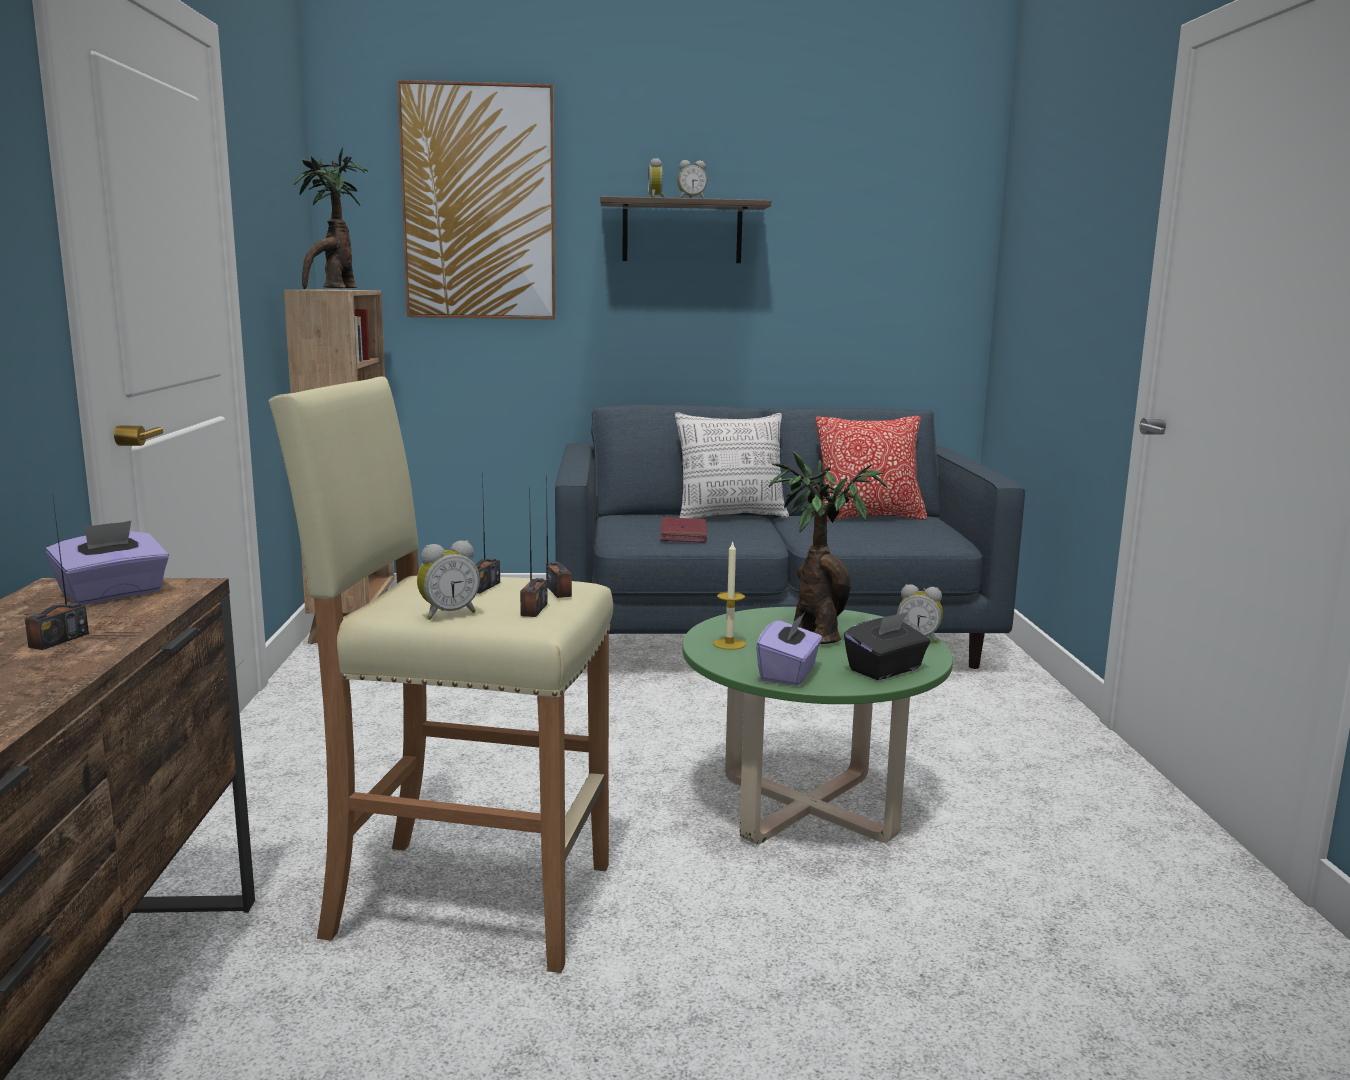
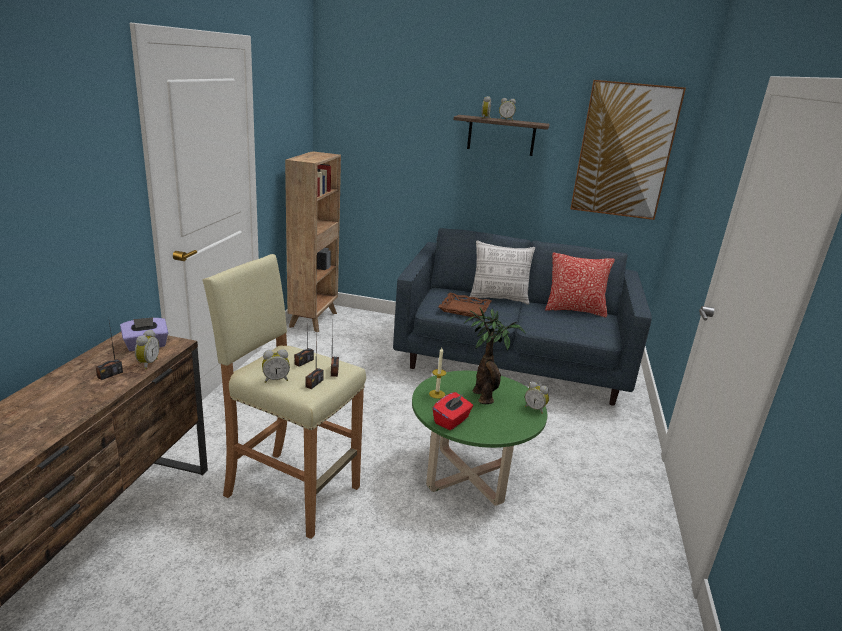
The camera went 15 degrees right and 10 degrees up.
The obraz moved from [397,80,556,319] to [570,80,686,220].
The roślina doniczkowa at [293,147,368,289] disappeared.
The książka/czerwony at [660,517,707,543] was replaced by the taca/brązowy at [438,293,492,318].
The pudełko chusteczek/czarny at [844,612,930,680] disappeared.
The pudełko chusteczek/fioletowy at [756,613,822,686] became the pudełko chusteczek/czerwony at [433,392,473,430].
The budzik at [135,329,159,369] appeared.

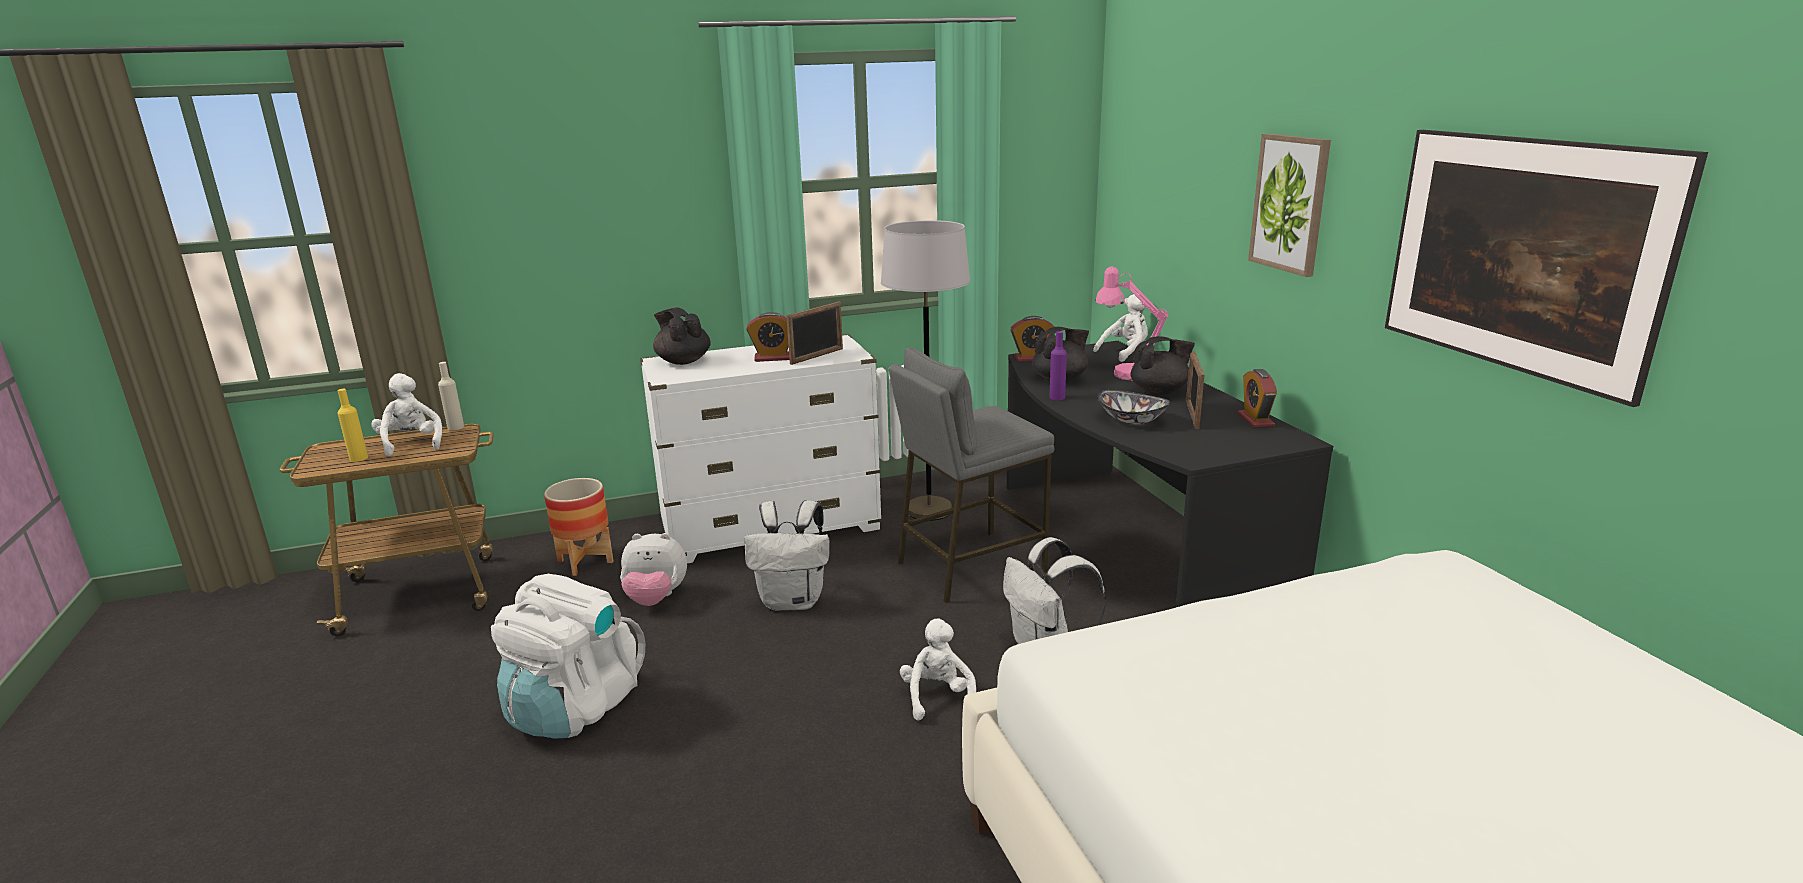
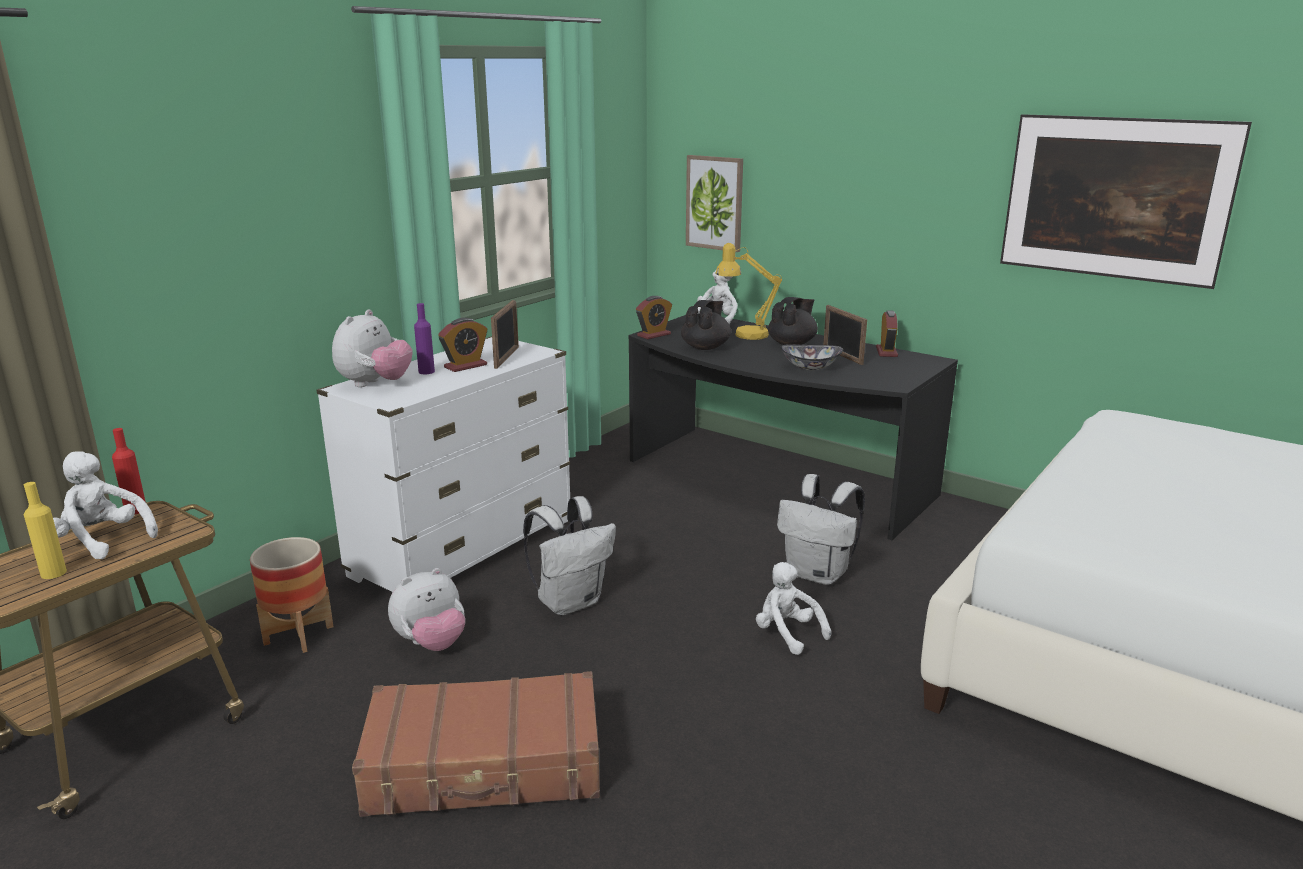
The camera went 35 degrees left and 0 degrees up.
The obraz moved from [1248,133,1331,277] to [686,155,743,252].
The lampa stojąca/szary at [881,220,970,521] disappeared.
The lampa stołowa/różowy at [1095,267,1168,381] became the lampa stołowa/żółty at [715,243,782,340].
The imbryk/czarny at [653,307,711,365] was replaced by the pluszak at [332,309,412,387].
The butelka/fioletowy moved from [1049,331,1067,400] to [414,303,435,374].
The stołek/szary at [889,347,1054,603] disappeared.
The butelka/beżowy at [438,362,464,430] became the butelka/czerwony at [112,428,146,514].
The budzik at [1237,369,1277,428] turned 135 degrees counterclockwise.
The plecak/biały at [491,574,646,739] was replaced by the walizka/brązowy at [352,671,600,817].

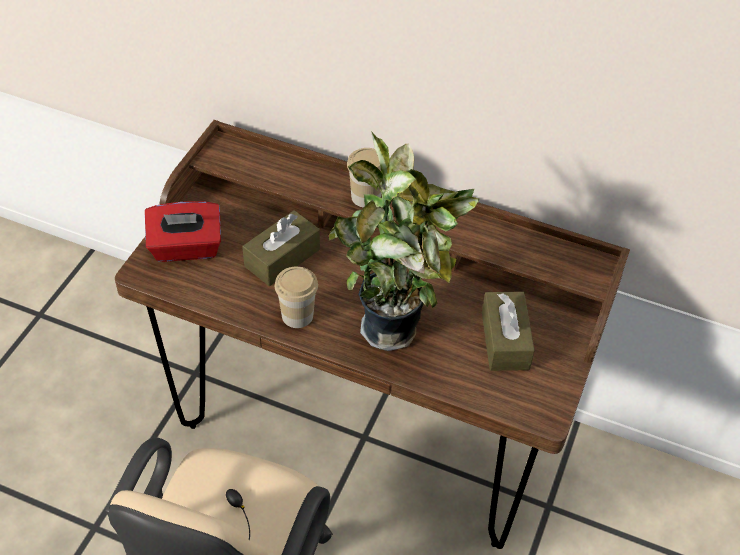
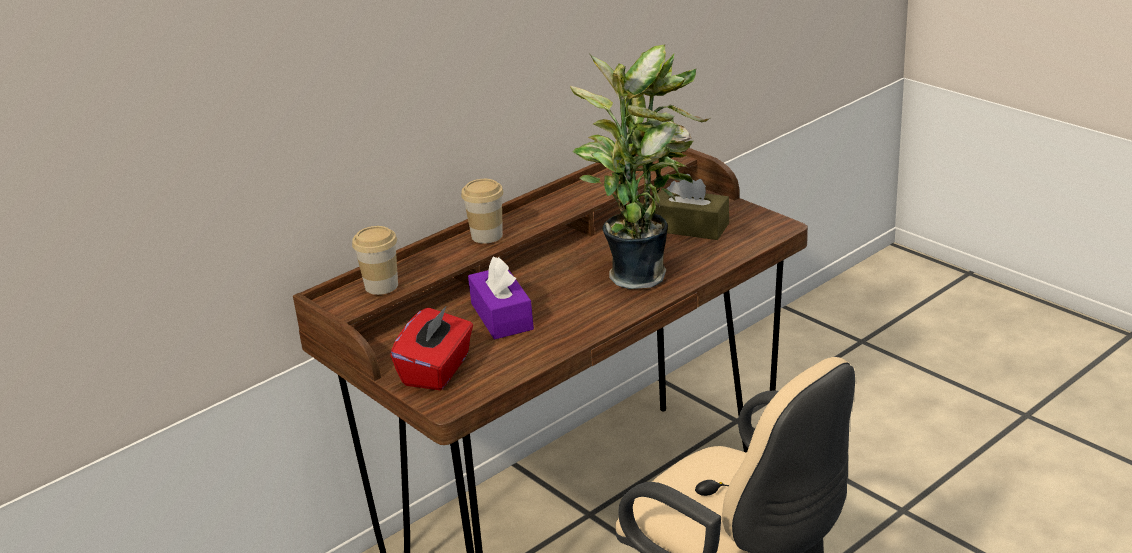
The camera went 60 degrees left and 20 degrees down.
The pudełko chusteczek/brązowy at [242,210,320,286] became the pudełko chusteczek/fioletowy at [468,257,534,339].
The filiżanka moved from [275,266,318,328] to [352,226,398,295].

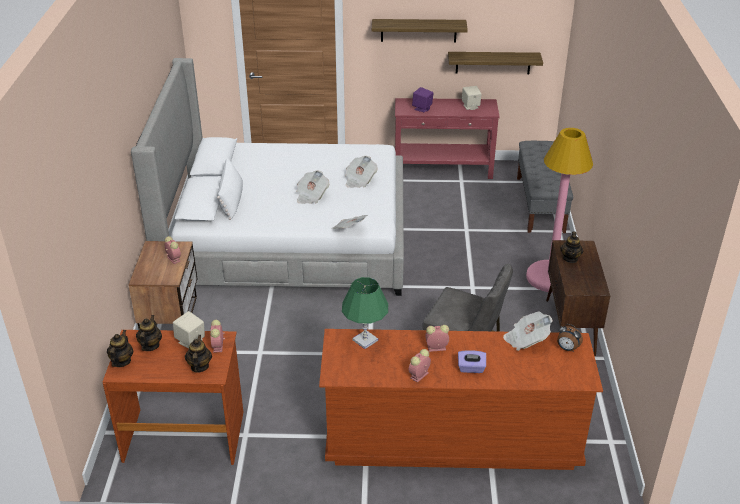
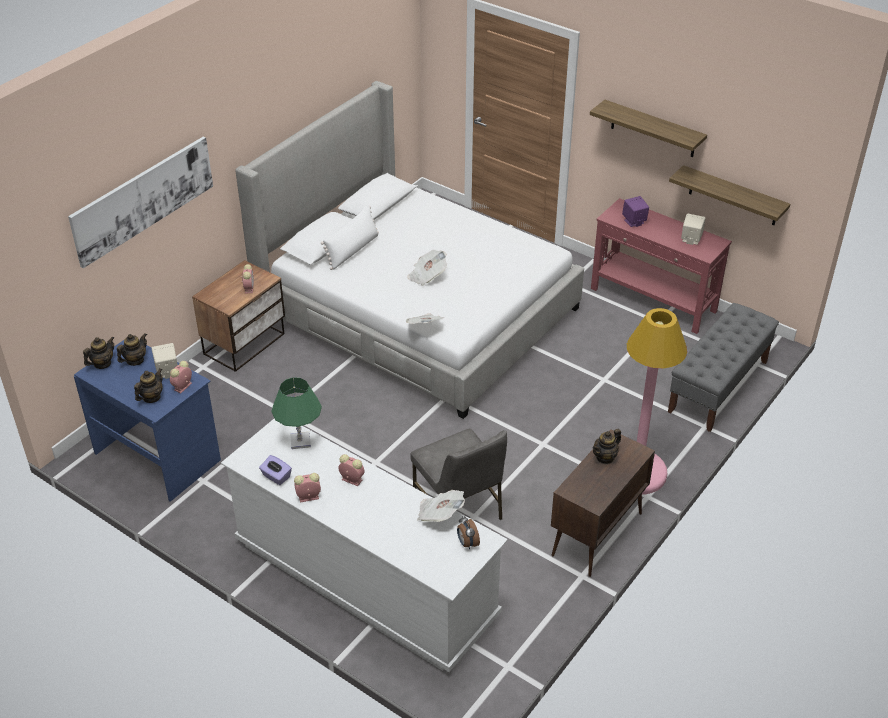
The camera went 35 degrees right and 5 degrees up.
The gazeta at [345,156,377,188] disappeared.
The komoda/brązowy at [319,329,603,470] became the komoda/biały at [221,419,508,672].
The biurko/brązowy at [103,330,243,465] became the biurko/niebieski at [74,339,221,502].
The pudełko chusteczek/fioletowy moved from [458,350,486,373] to [259,455,292,485].
The obraz at [68,136,213,268] appeared.

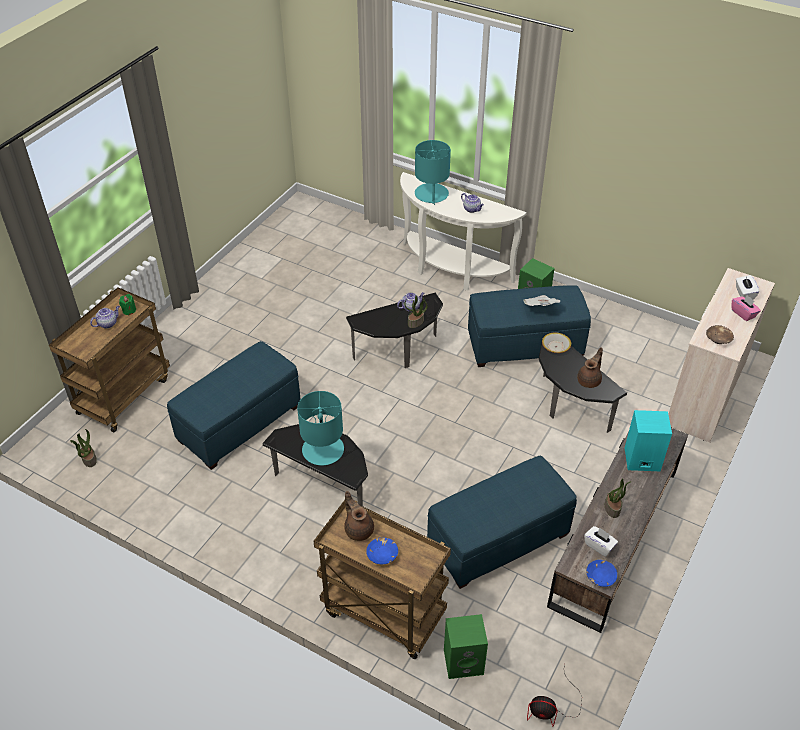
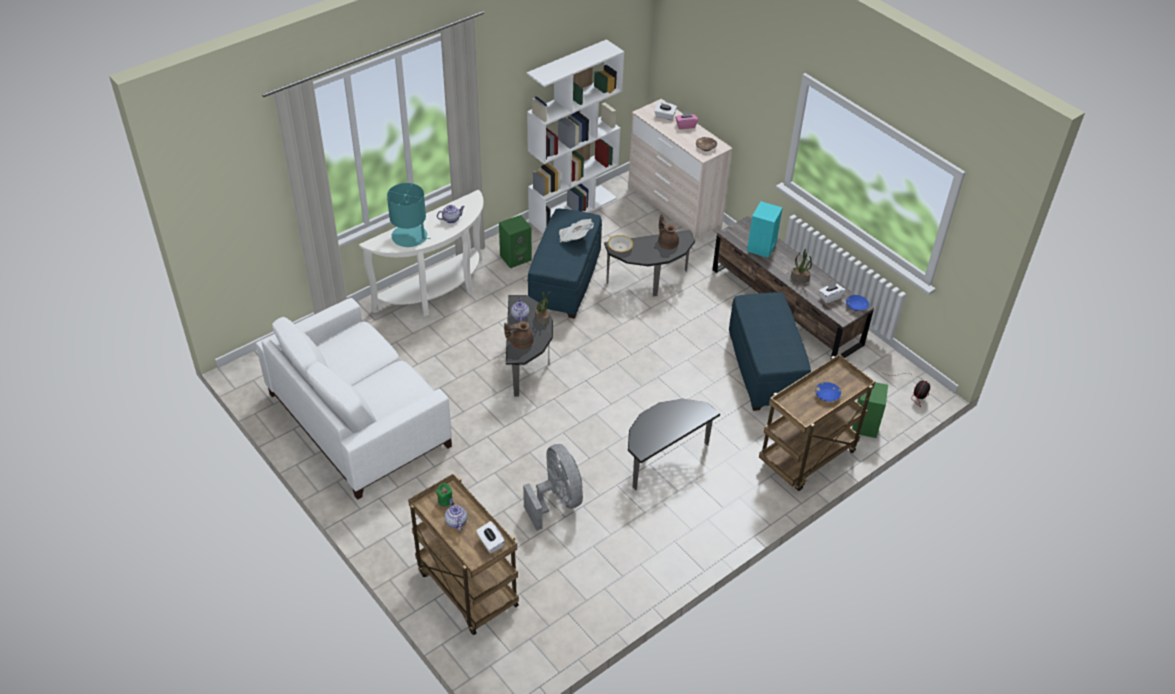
The camera went 70 degrees left and 0 degrees up.
The pufa/niebieski at [167,341,301,470] was replaced by the wentylator/szary at [523,444,583,531].
The lampa stołowa/turkusowy at [297,391,344,465] disappeared.
The roślina doniczkowa at [70,429,97,467] disappeared.
The imbryk/brązowy moved from [344,491,374,541] to [504,321,533,349].
The regał/biały at [527,39,624,234] appeared.
The kanapa/biały at [256,298,452,500] appeared.
The pudełko chusteczek/biały at [476,521,505,553] appeared.

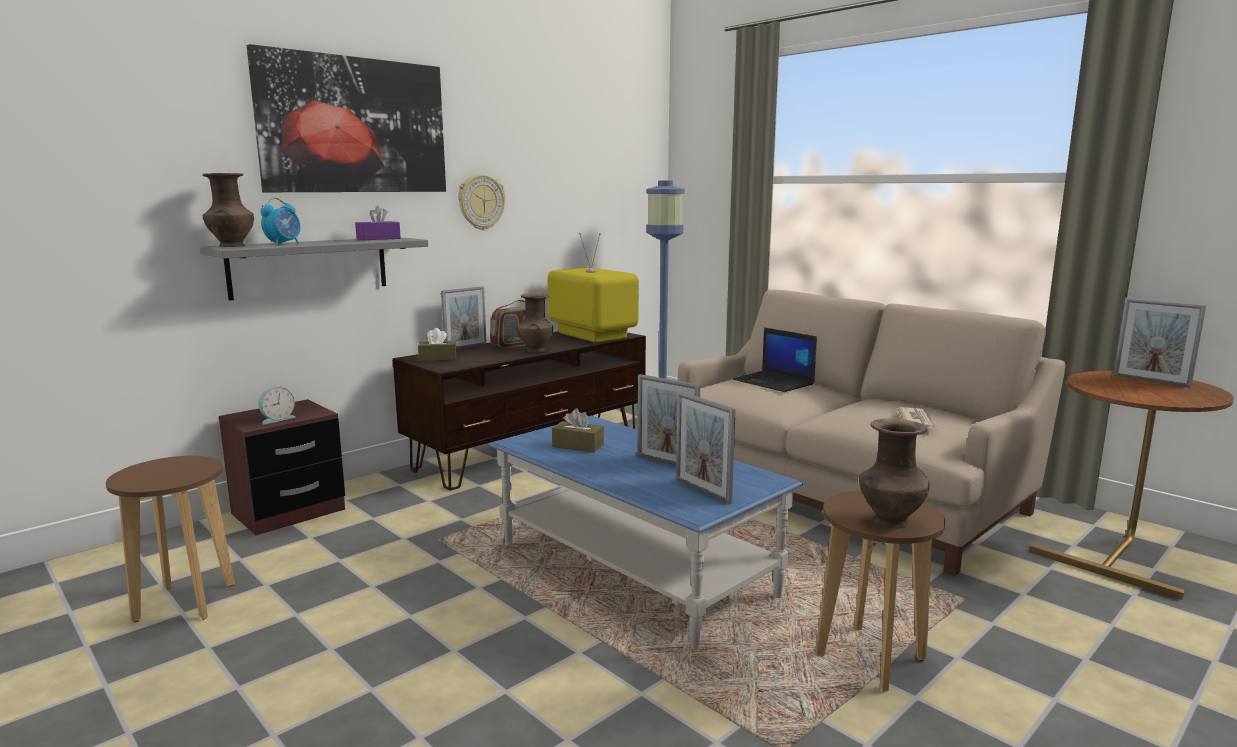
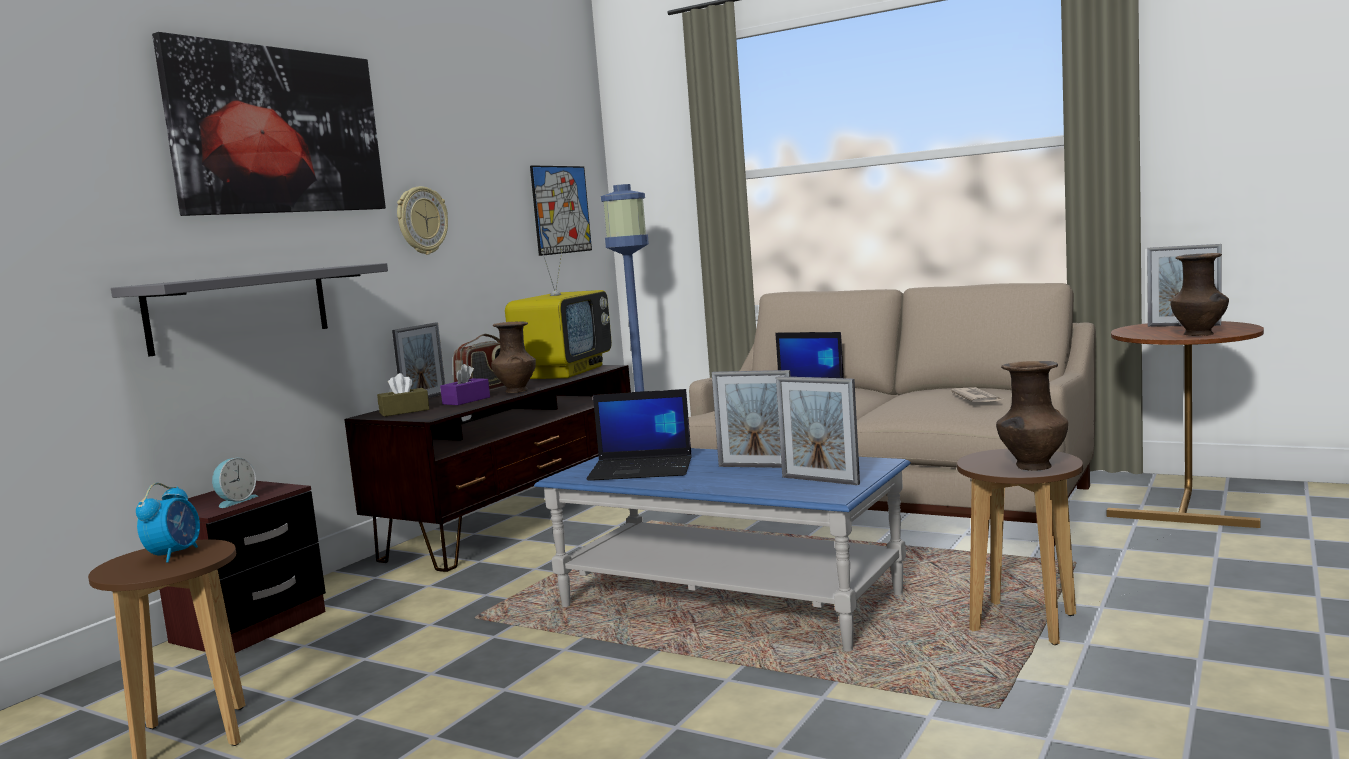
The camera went 15 degrees left and 5 degrees down.
The wazon/brązowy moved from [202,173,254,247] to [1170,253,1229,336].
The budzik moved from [260,198,301,245] to [136,483,200,563].
The pudełko chusteczek/fioletowy moved from [355,206,401,240] to [440,364,490,405].
The telewizor at [547,233,639,343] turned 75 degrees clockwise.
The pudełko chusteczek/brązowy at [552,408,604,452] was replaced by the laptop at [587,389,692,481].
The obraz at [530,165,592,256] appeared.

